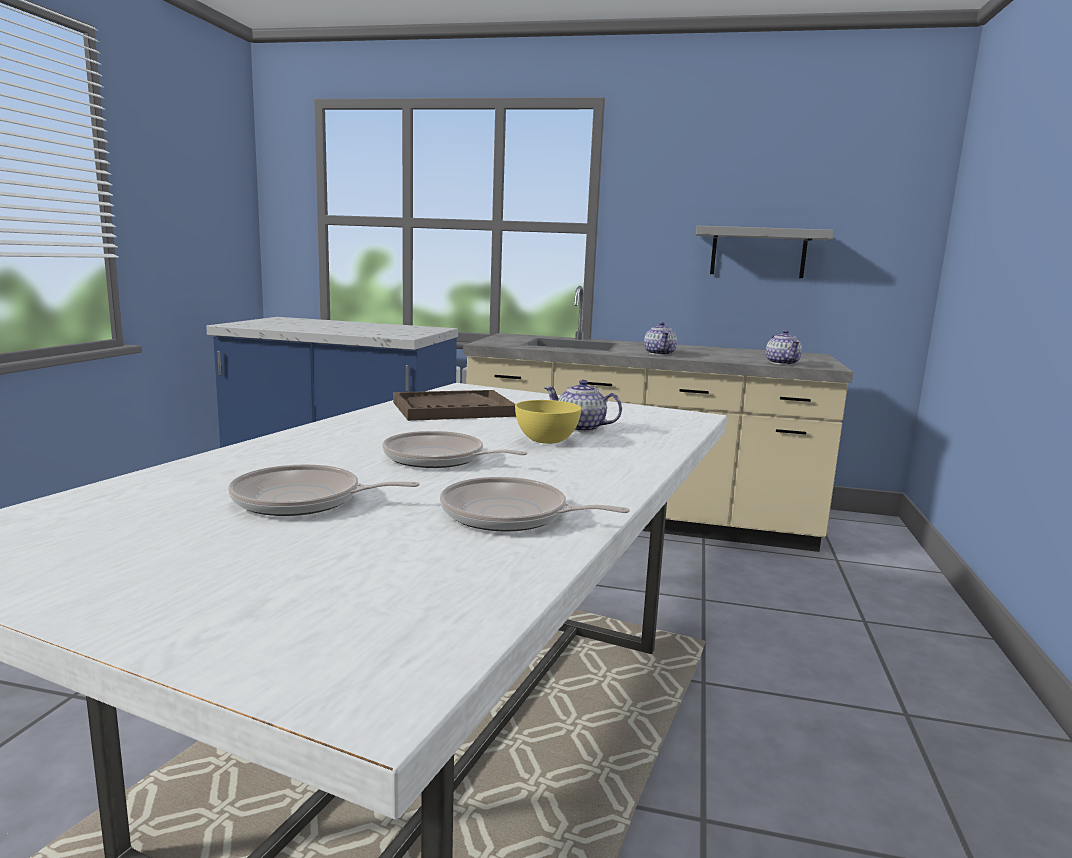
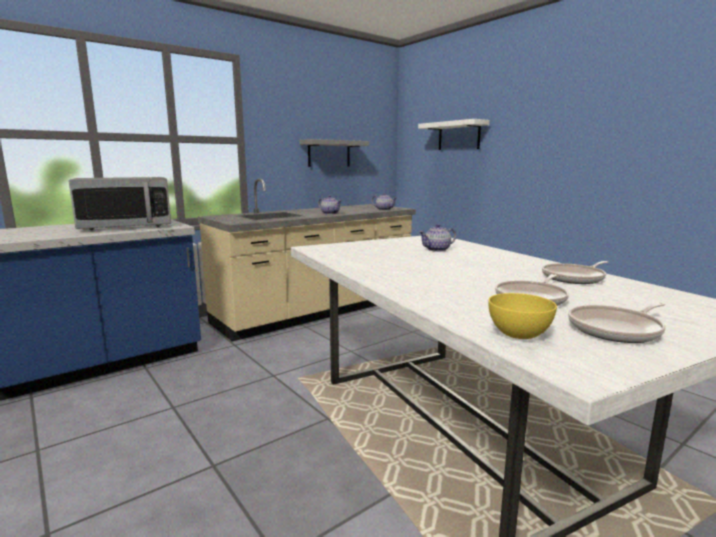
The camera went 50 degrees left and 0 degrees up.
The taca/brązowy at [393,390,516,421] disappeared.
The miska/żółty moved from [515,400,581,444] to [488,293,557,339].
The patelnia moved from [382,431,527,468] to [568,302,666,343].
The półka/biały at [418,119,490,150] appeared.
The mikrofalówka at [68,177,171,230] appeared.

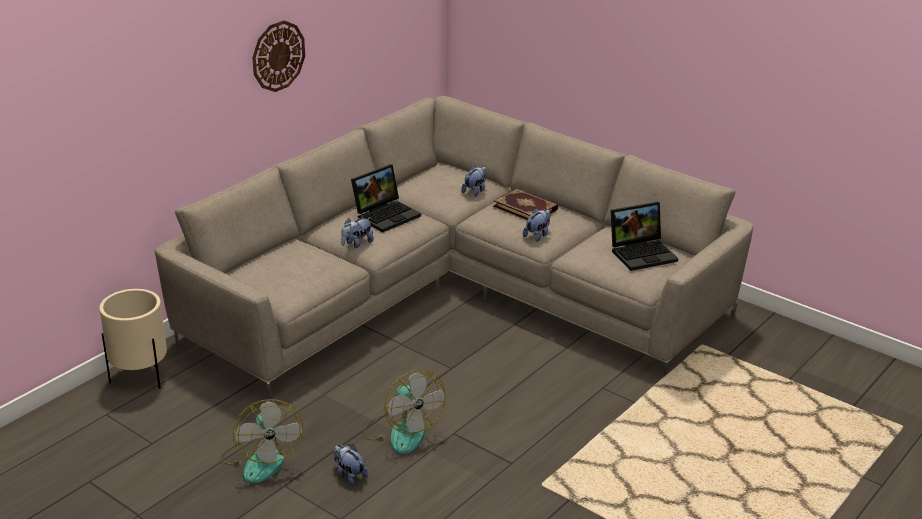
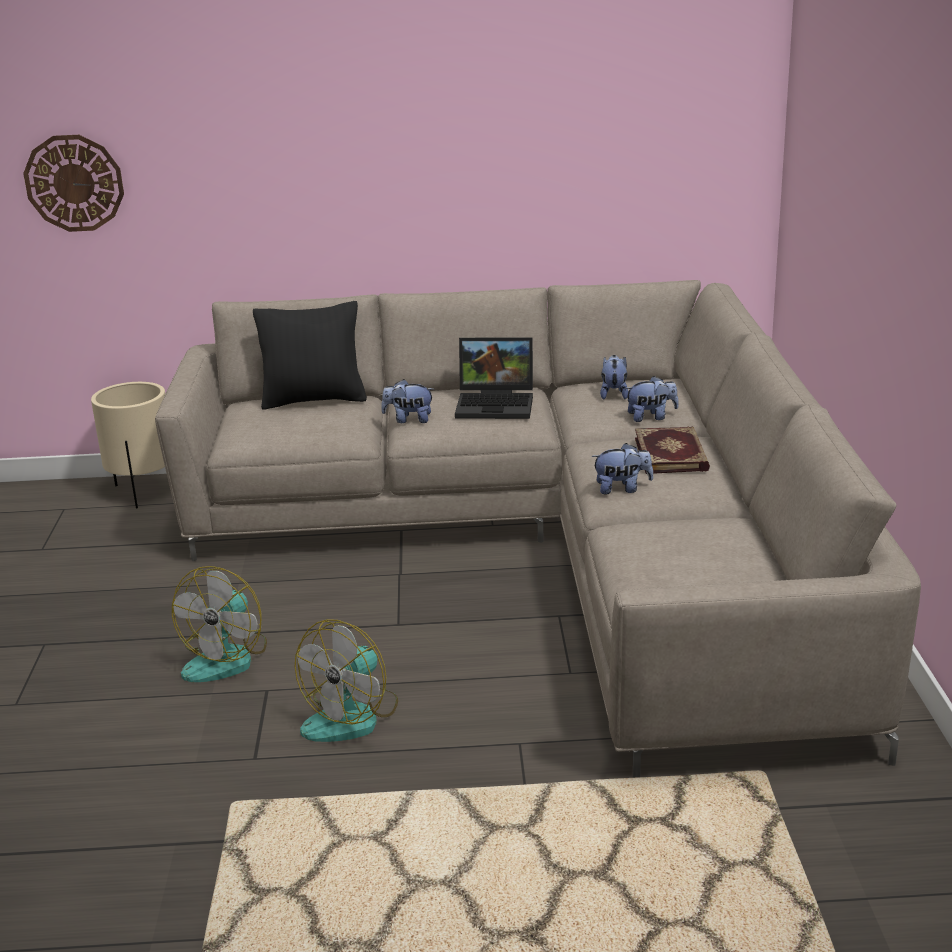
The camera went 50 degrees right and 5 degrees down.
The zegar ścienny moved from [252,20,305,92] to [23,135,124,232].
The laptop at [611,202,678,271] disappeared.
The wentylator moved from [220,399,303,484] to [295,619,398,742].
The pluszak moved from [334,444,368,486] to [600,355,629,400].
The poduszka/czarny at [253,301,367,410] appeared.

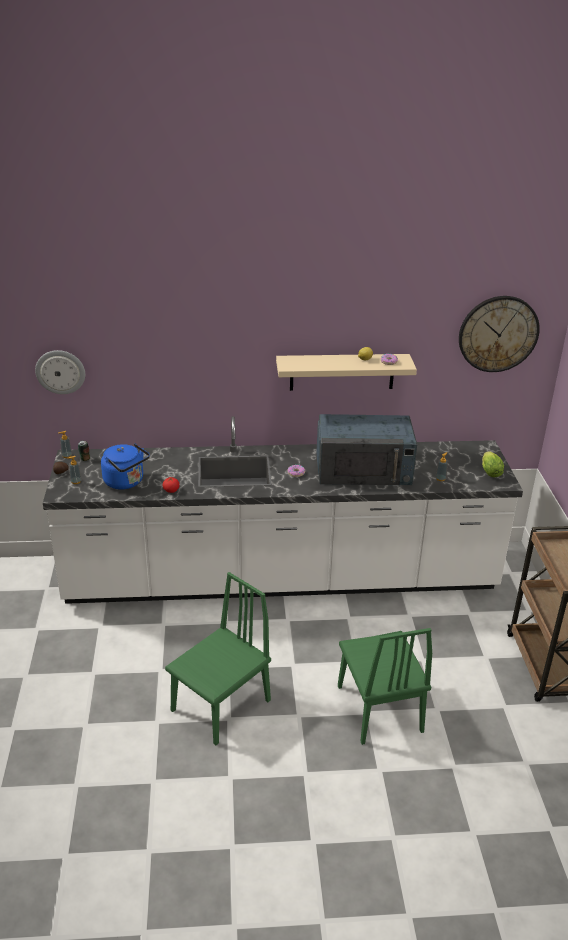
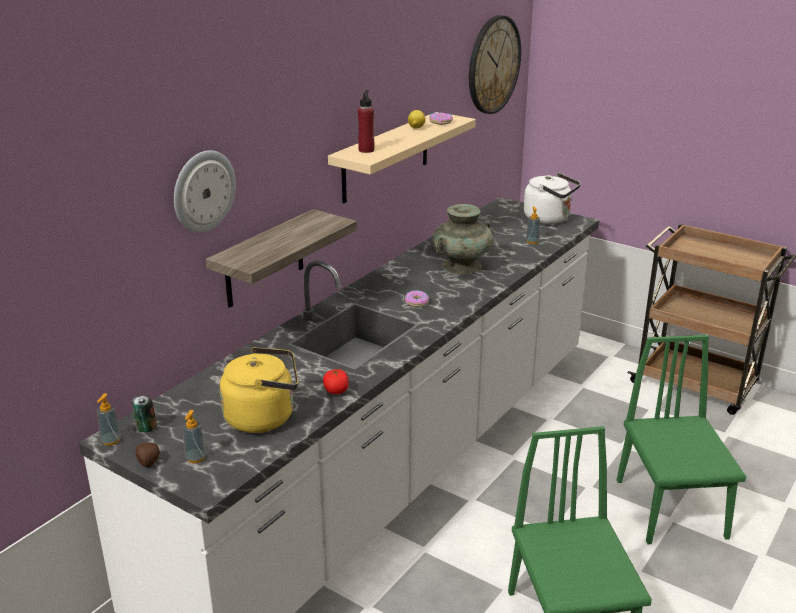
The camera went 50 degrees left and 5 degrees down.
The zegar ścienny moved from [35,350,85,394] to [174,150,236,233].
The mikrofalówka/niebieski at [316,414,417,485] was replaced by the wazon/turkusowy at [433,204,493,275].
The czajnik/niebieski at [101,443,150,490] became the czajnik/żółty at [220,347,298,433].
The sałata at [482,451,504,477] was replaced by the czajnik/biały at [524,173,581,224].
The krzesło/zielony at [338,628,432,745] turned 120 degrees counterclockwise.
The butelka/czerwony at [358,90,375,153] appeared.
The półka at [206,209,357,308] appeared.

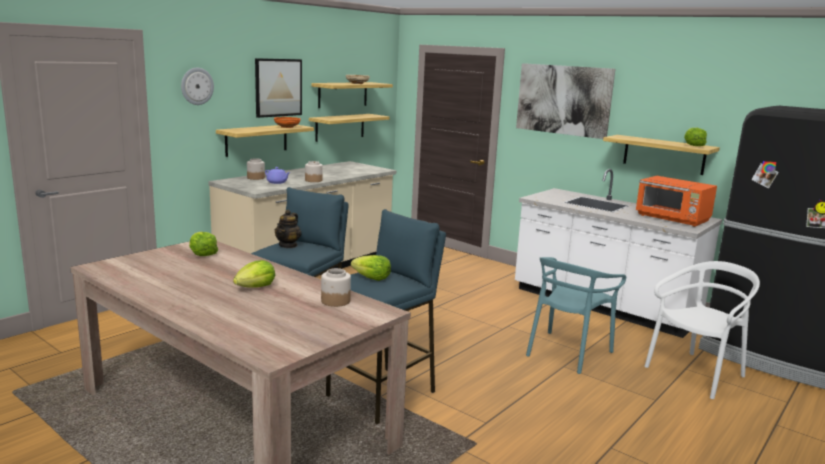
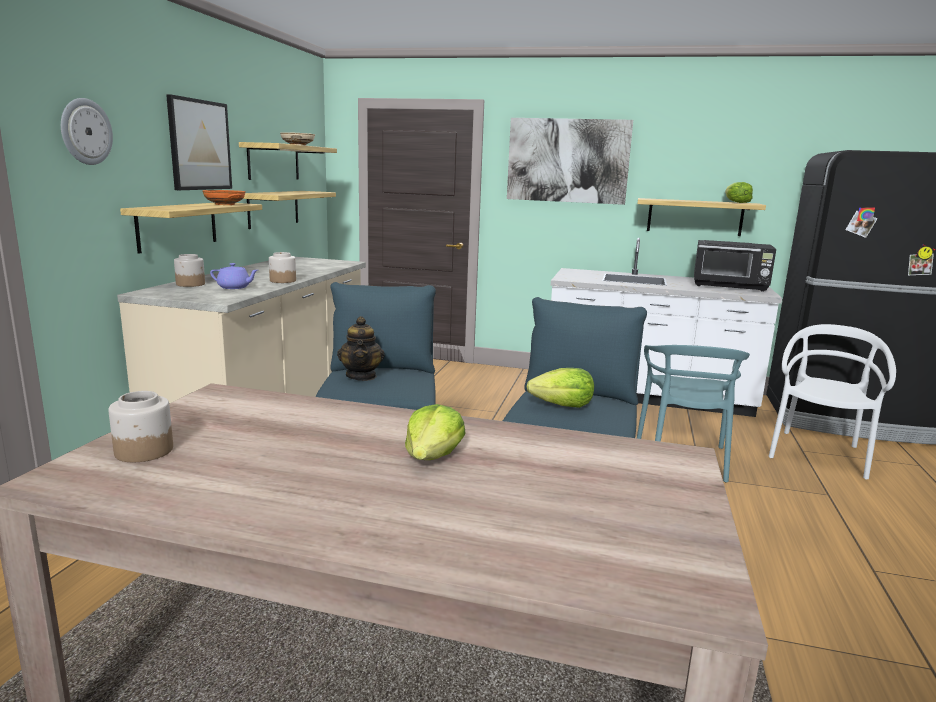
The camera went 25 degrees left and 0 degrees up.
The mikrofalówka/pomarańczowy at [636,176,717,227] became the mikrofalówka/czarny at [694,240,776,292].
The sałata at [189,232,218,256] disappeared.
The słoik moved from [321,268,351,307] to [108,391,173,462].

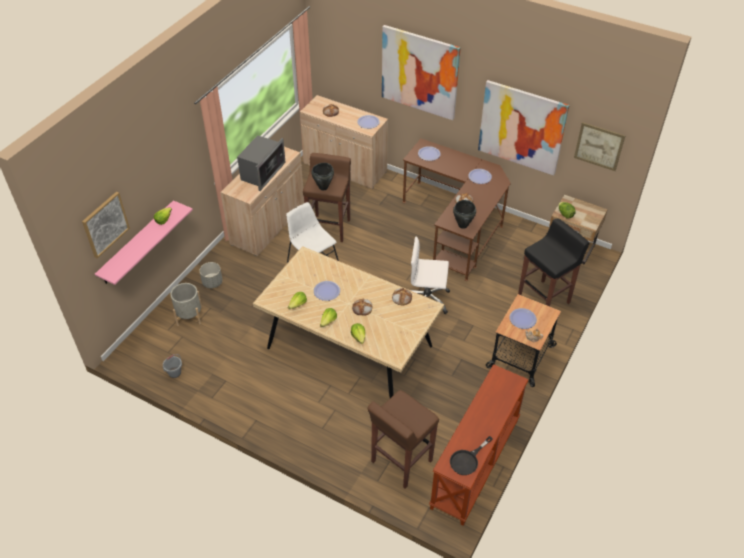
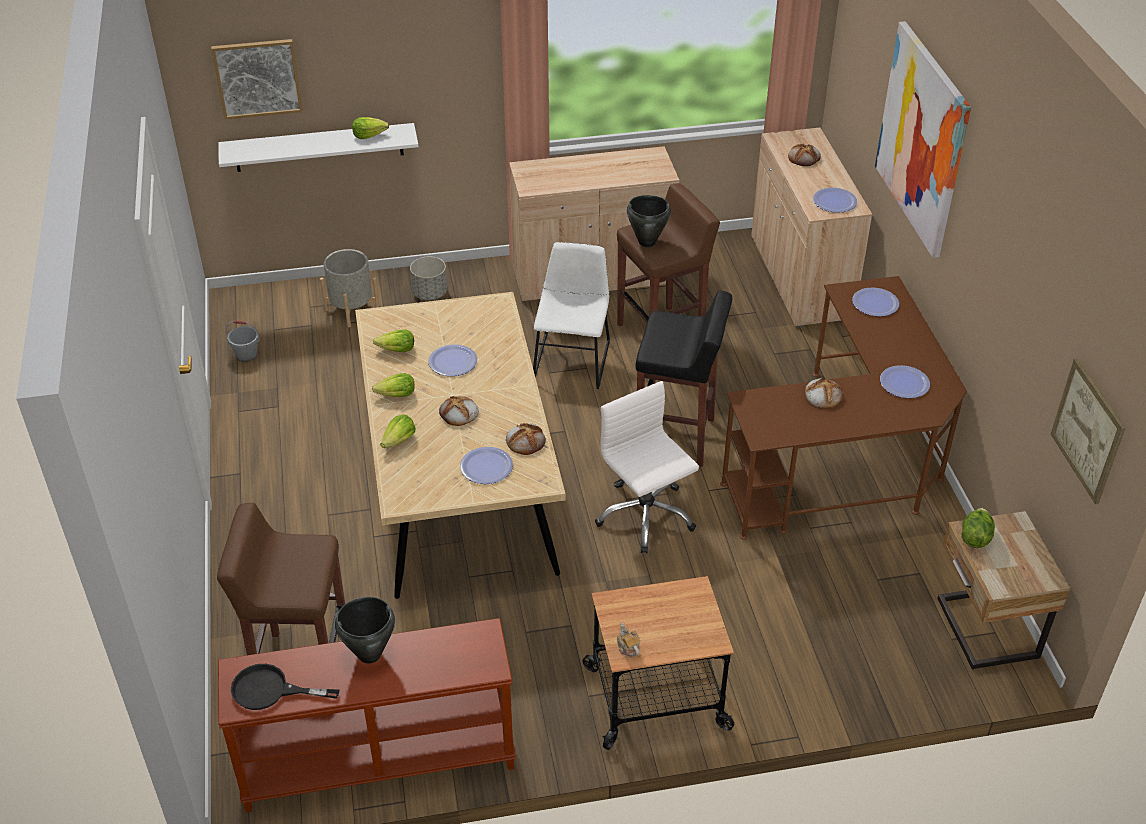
The camera went 50 degrees right and 5 degrees down.
The obraz at [478,80,570,176] disappeared.
The mikrofalówka at [237,135,286,191] disappeared.
The półka/różowy at [95,200,193,285] became the półka/biały at [218,123,419,172].
The garnek/czarny moved from [453,200,476,229] to [335,597,395,664].
The stołek/czarny moved from [518,218,590,306] to [636,290,732,467].
The talerz moved from [509,308,537,329] to [460,447,513,484].

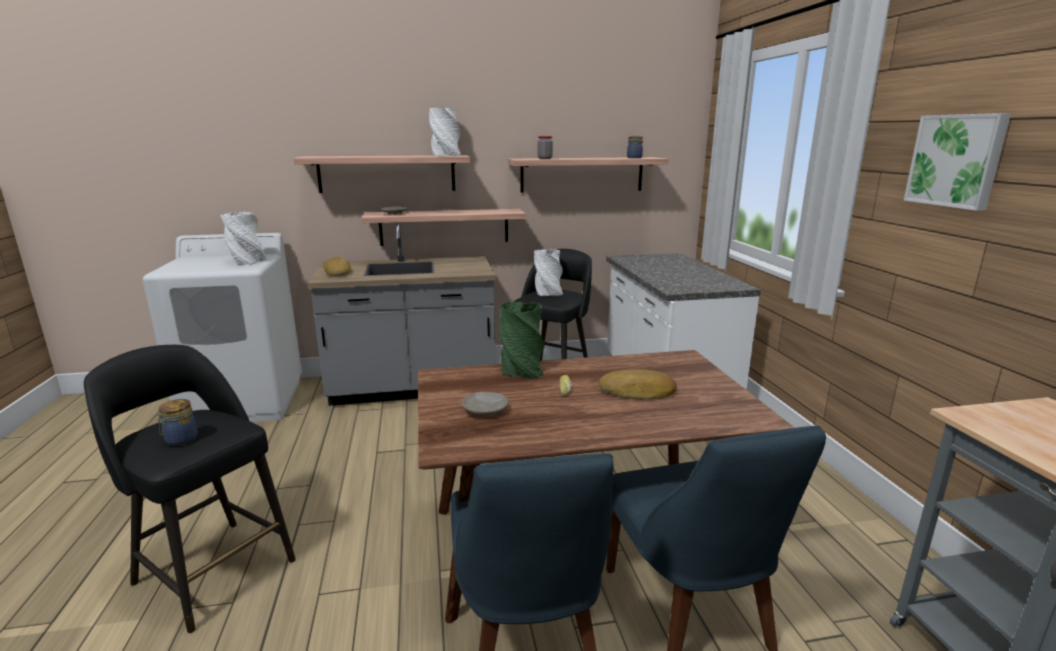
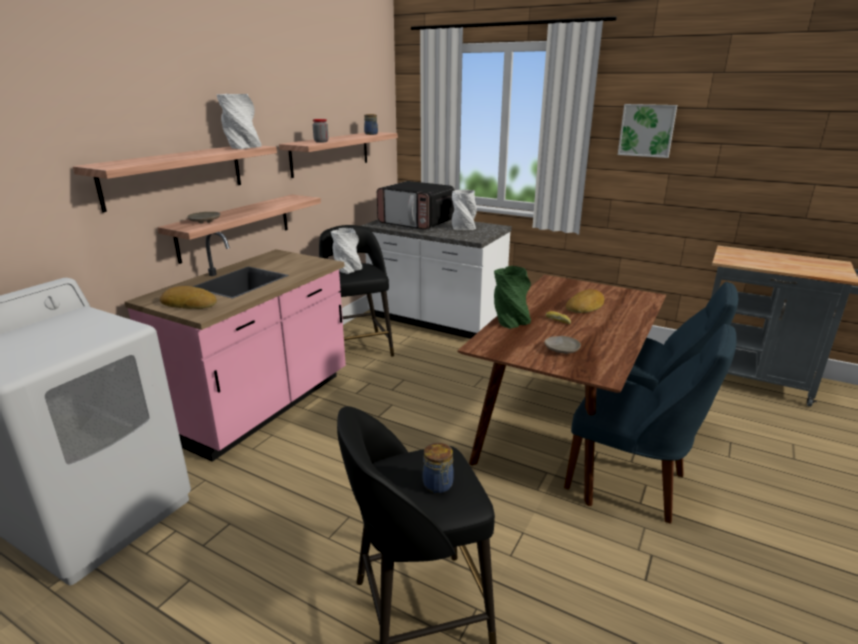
The camera went 50 degrees left and 5 degrees up.
The wazon/biały moved from [220,212,266,265] to [452,190,477,230].
The zabudowa kuchenna/szary at [307,222,496,406] became the zabudowa kuchenna/różowy at [125,232,346,462].
The mikrofalówka at [377,181,455,230] appeared.

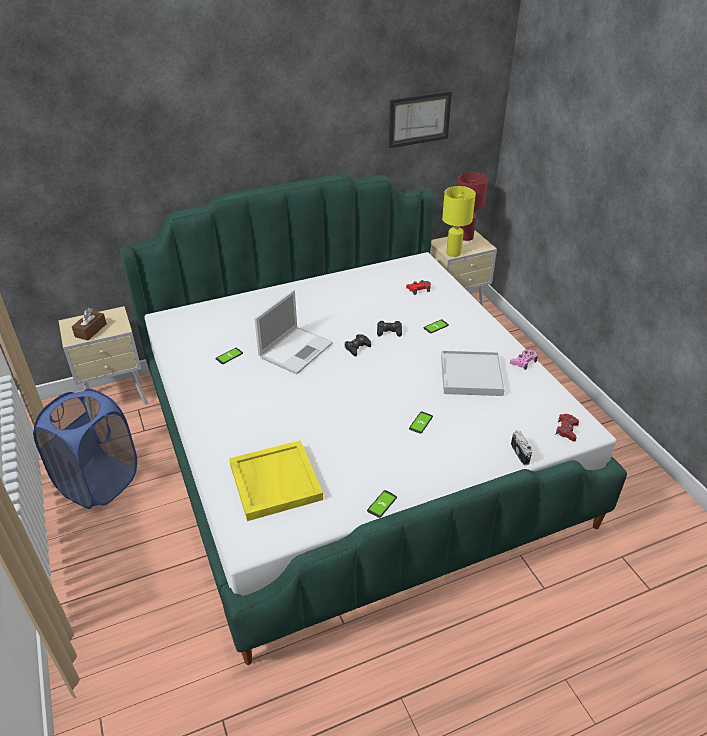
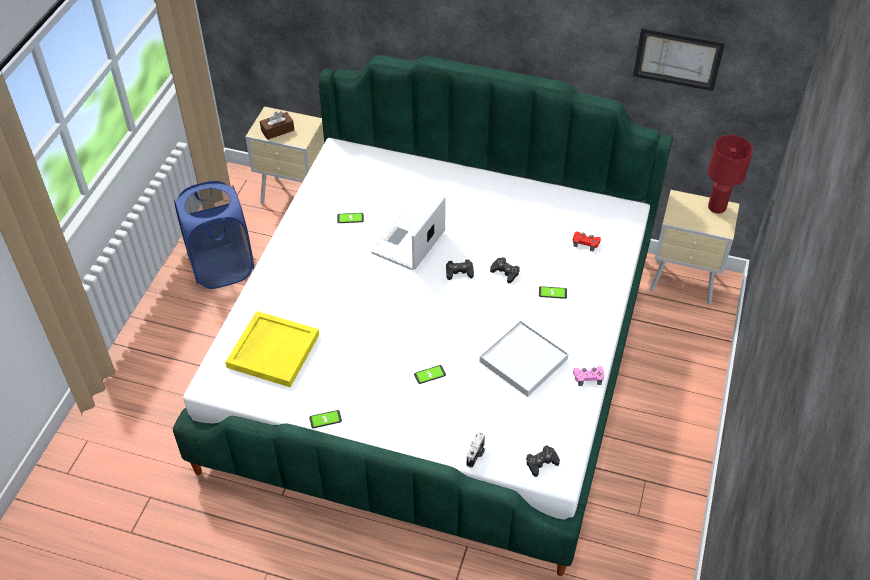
The camera went 40 degrees right and 10 degrees up.
The lampa stołowa/żółty at [442,186,476,257] disappeared.
The laptop at [254,290,333,375] turned 135 degrees clockwise.
The pad do gier/czerwony at [556,414,579,442] became the pad do gier/czarny at [526,445,560,477].

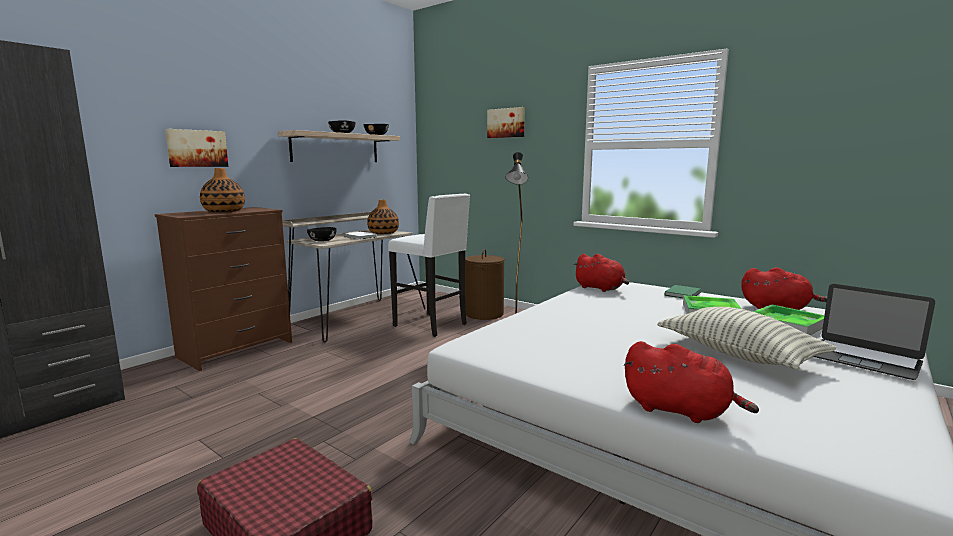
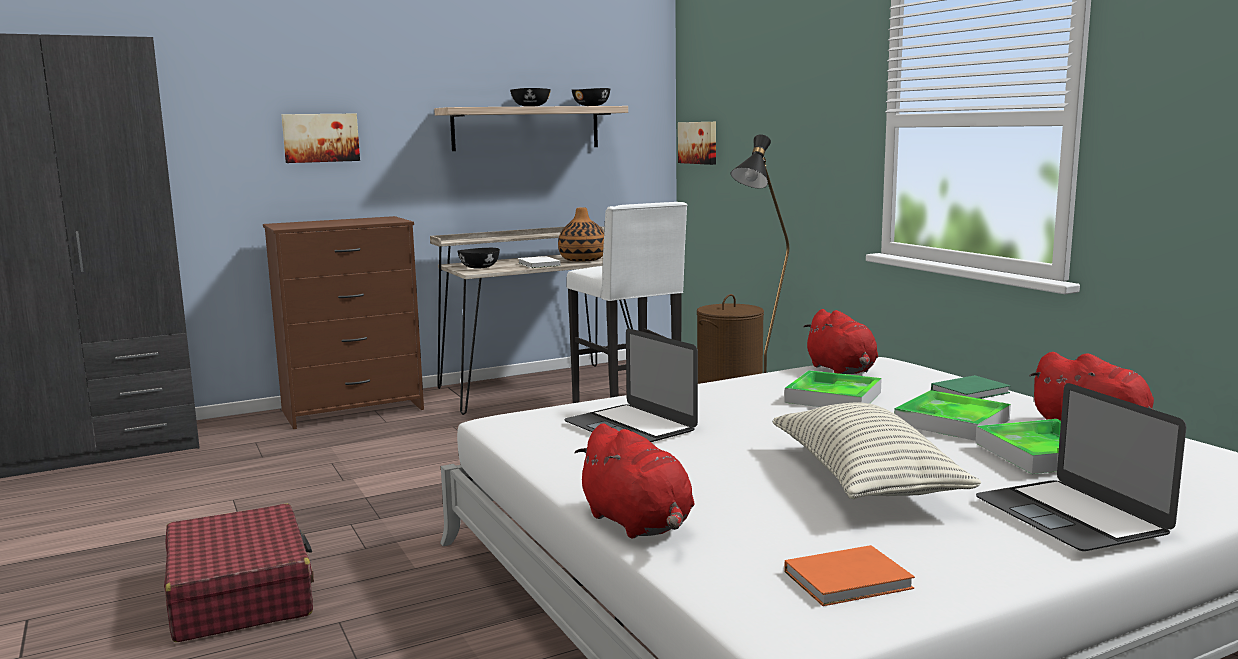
The camera went 25 degrees right and 0 degrees up.
The obraz moved from [487,107,525,138] to [678,122,716,165].
The wazon at [200,168,245,212] disappeared.
The laptop at [564,328,698,442] appeared.
The taca at [784,370,882,407] appeared.
The książka/pomarańczowy at [784,545,915,606] appeared.

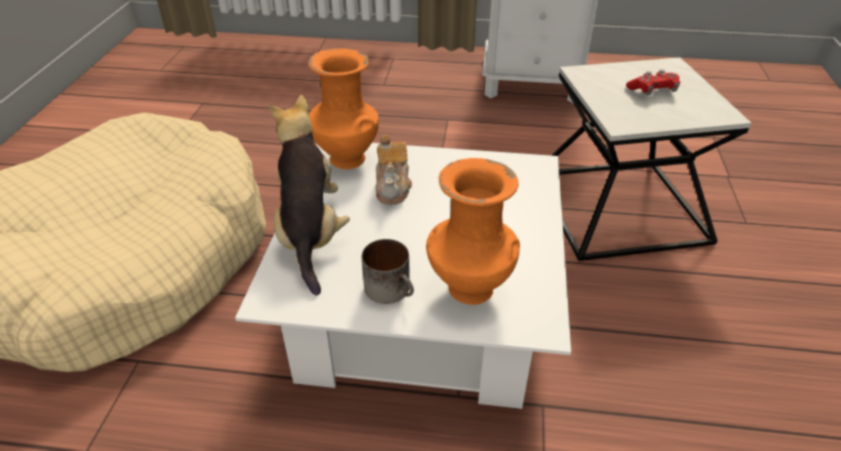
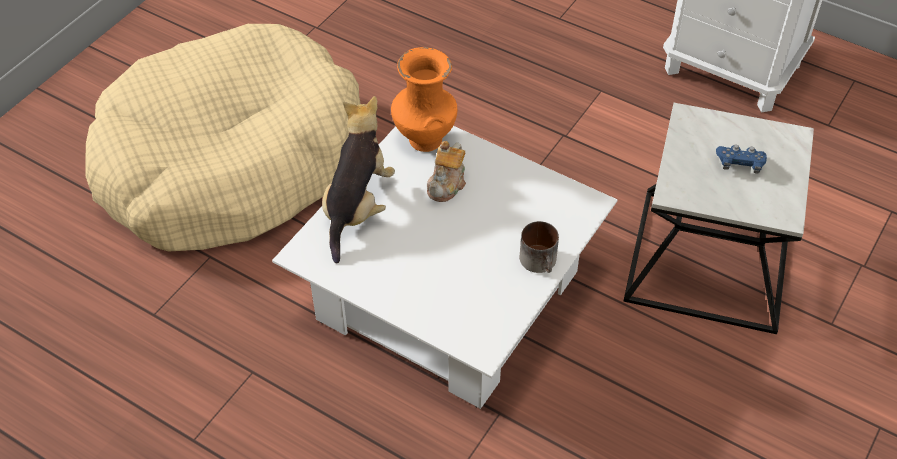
The camera went 25 degrees right and 10 degrees up.
The pad do gier/czerwony at [626,70,680,95] became the pad do gier/niebieski at [716,145,767,174].
The wazon/pomarańczowy at [426,158,520,305] disappeared.
The kubek moved from [362,239,414,304] to [520,221,559,273].

